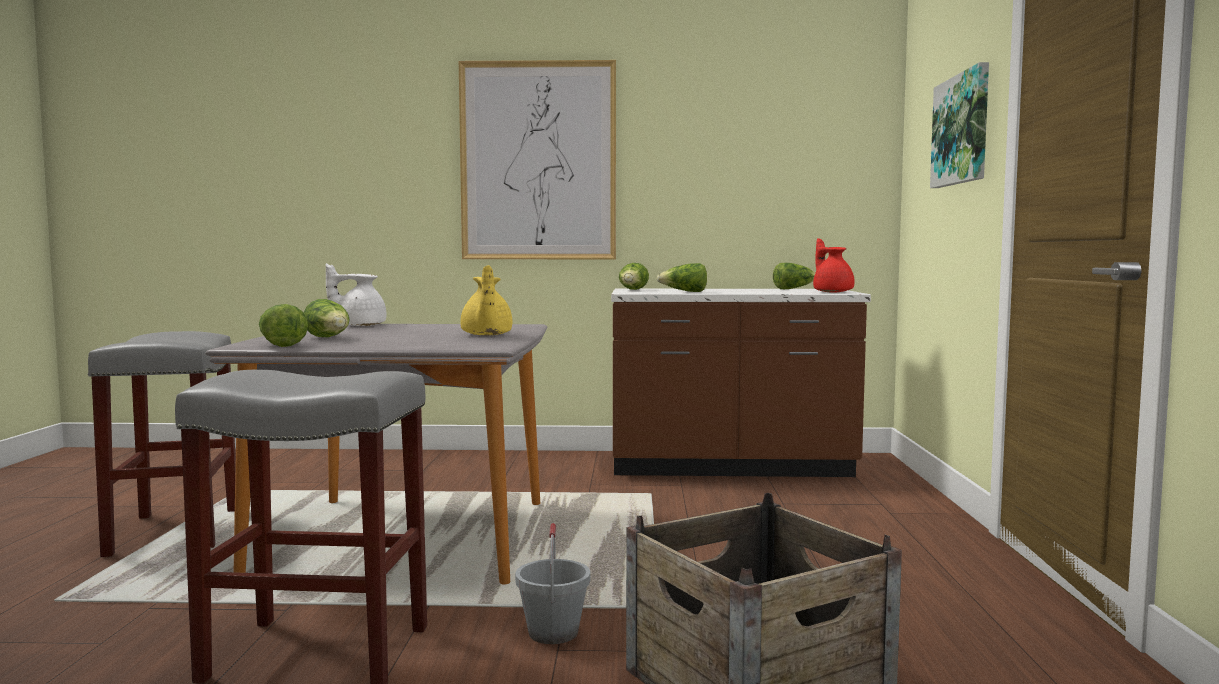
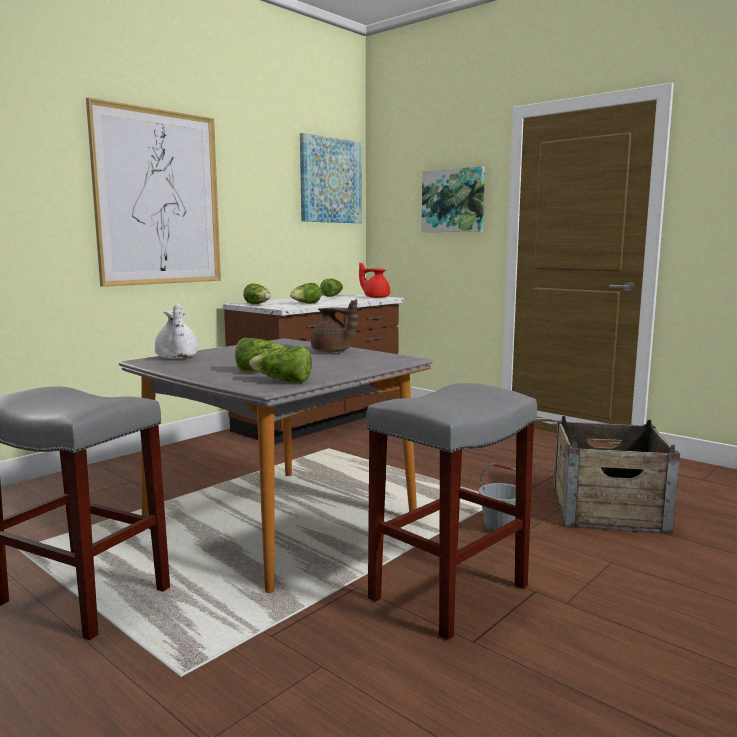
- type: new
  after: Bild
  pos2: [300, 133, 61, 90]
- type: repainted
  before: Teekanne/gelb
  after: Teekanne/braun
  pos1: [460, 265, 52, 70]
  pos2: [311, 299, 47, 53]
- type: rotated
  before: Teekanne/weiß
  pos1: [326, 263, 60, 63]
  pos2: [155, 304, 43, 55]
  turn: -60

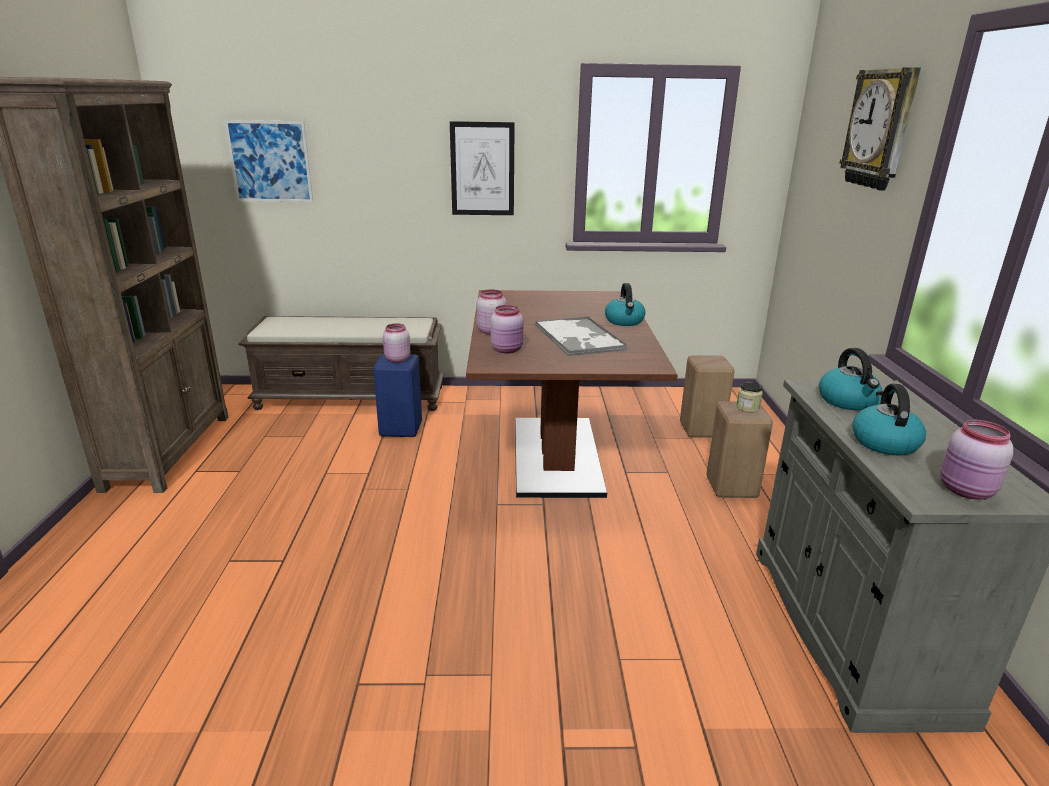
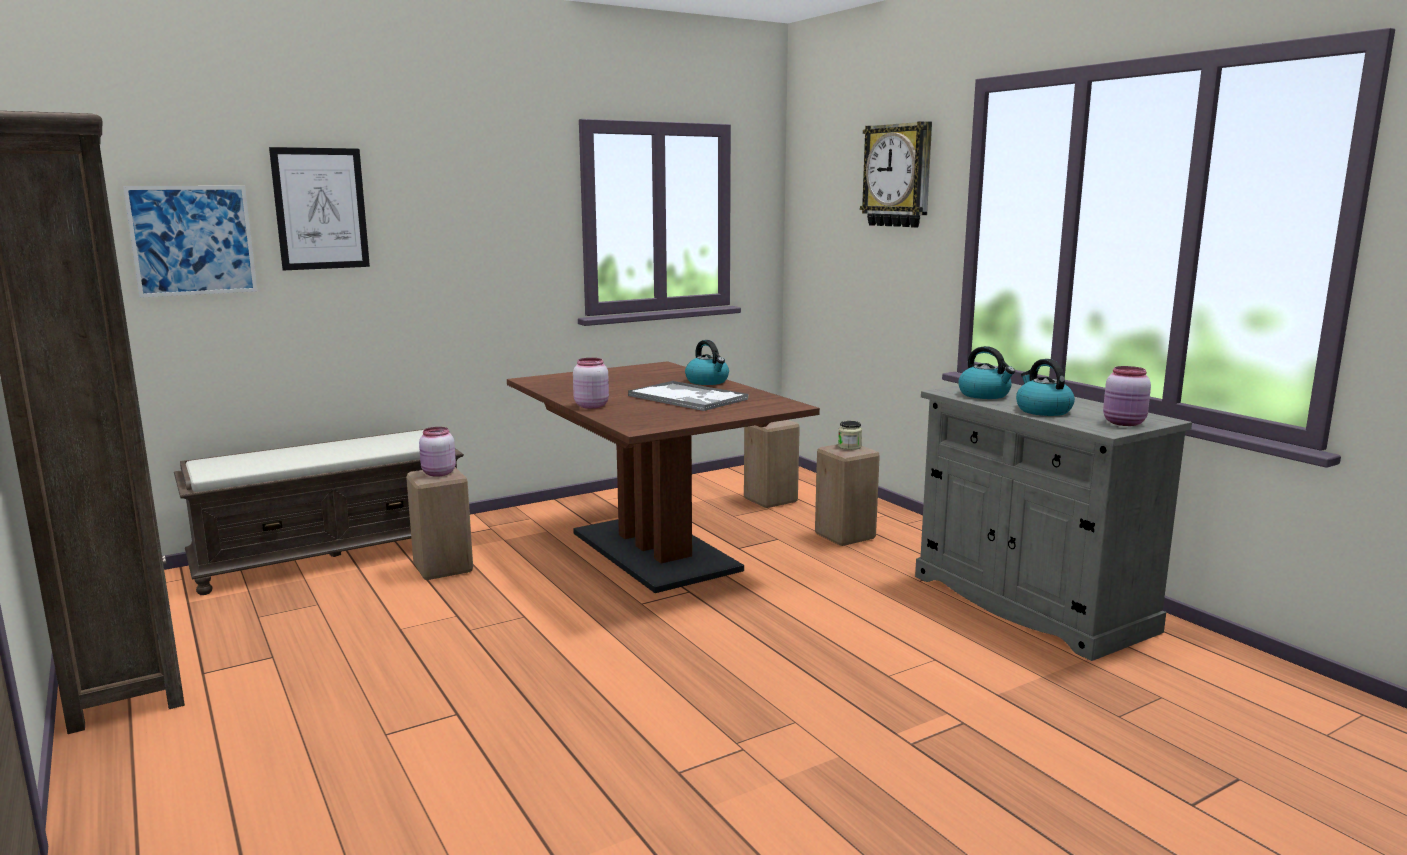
- type: gone
  before: Vorratsglas/rosa
  pos1: [491, 305, 32, 49]
- type: shifted
  before: Bild
  pos1: [450, 121, 65, 94]
  pos2: [269, 147, 101, 124]
- type: repainted
  before: Hocker/blau
  after: Hocker/beige
  pos1: [373, 354, 49, 83]
  pos2: [406, 467, 67, 113]

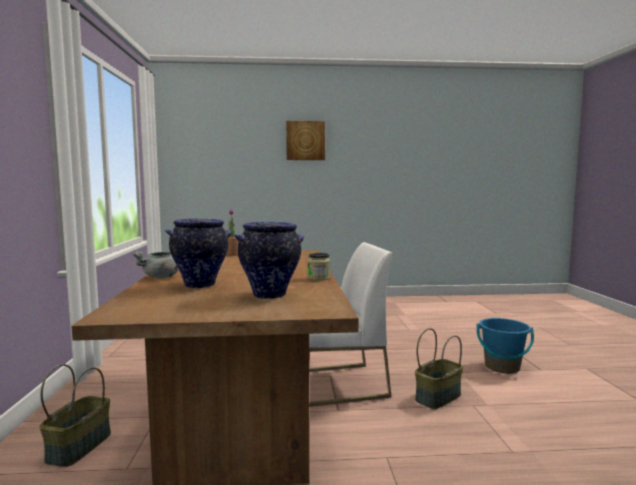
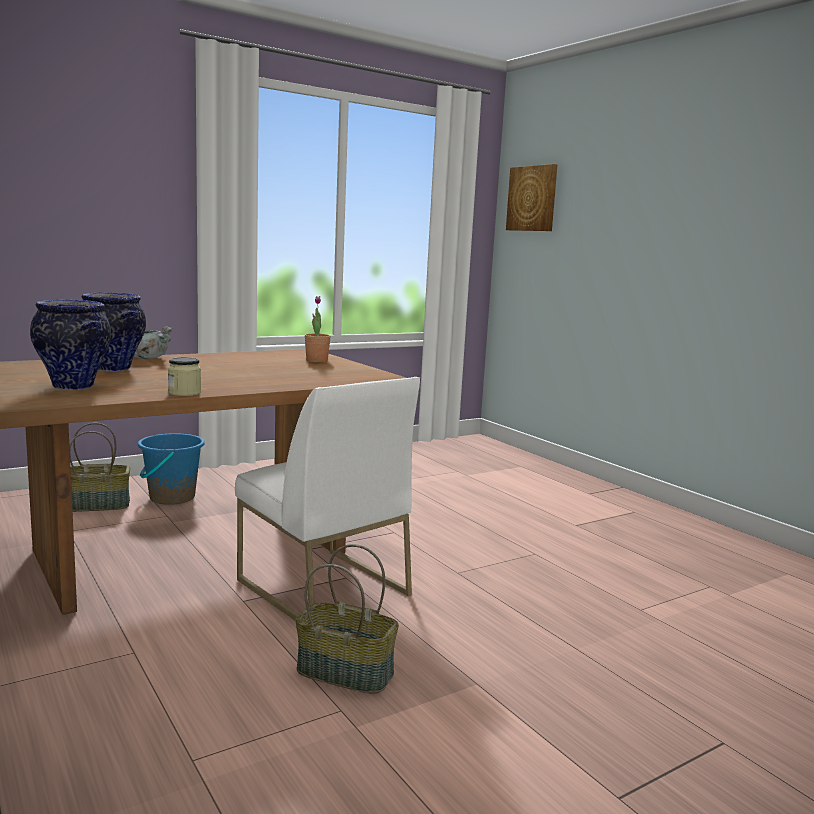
- type: shifted
  before: Bild
  pos1: [286, 121, 39, 39]
  pos2: [506, 164, 51, 67]
- type: shifted
  before: Eimer/blau
  pos1: [477, 318, 57, 56]
  pos2: [138, 433, 67, 72]

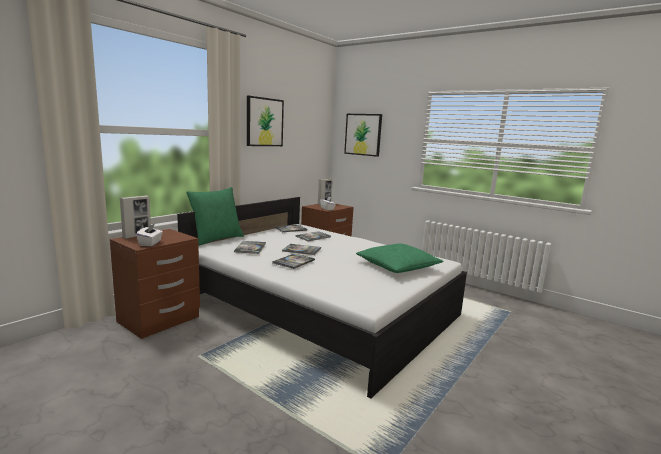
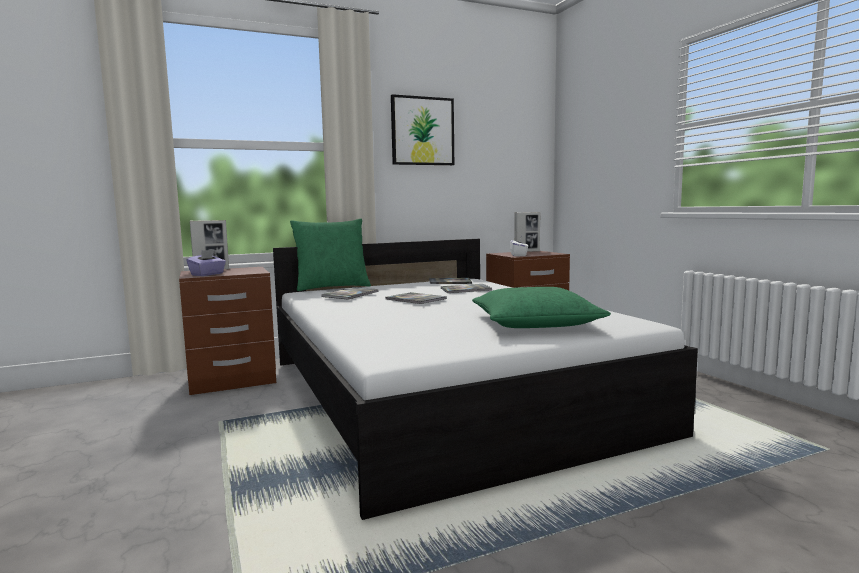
- type: gone
  before: Buch
  pos1: [272, 254, 43, 15]
- type: gone
  before: Bild
  pos1: [344, 114, 38, 43]
- type: repainted
  before: Taschentuchbox/weiß
  after: Taschentuchbox/lila
  pos1: [136, 224, 27, 22]
  pos2: [186, 250, 40, 26]

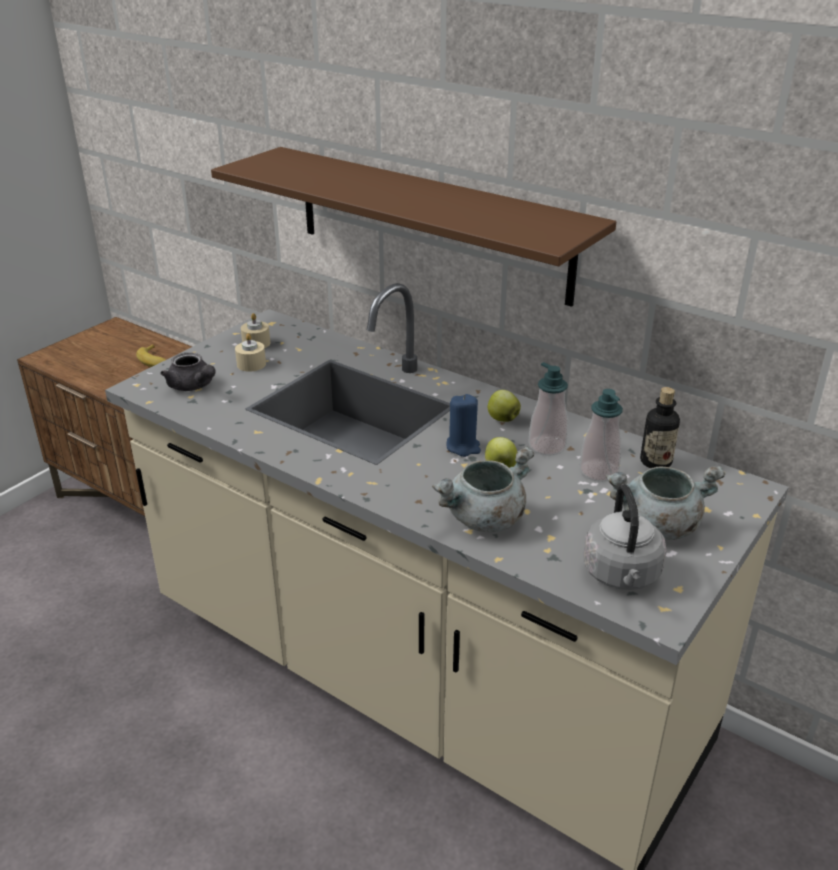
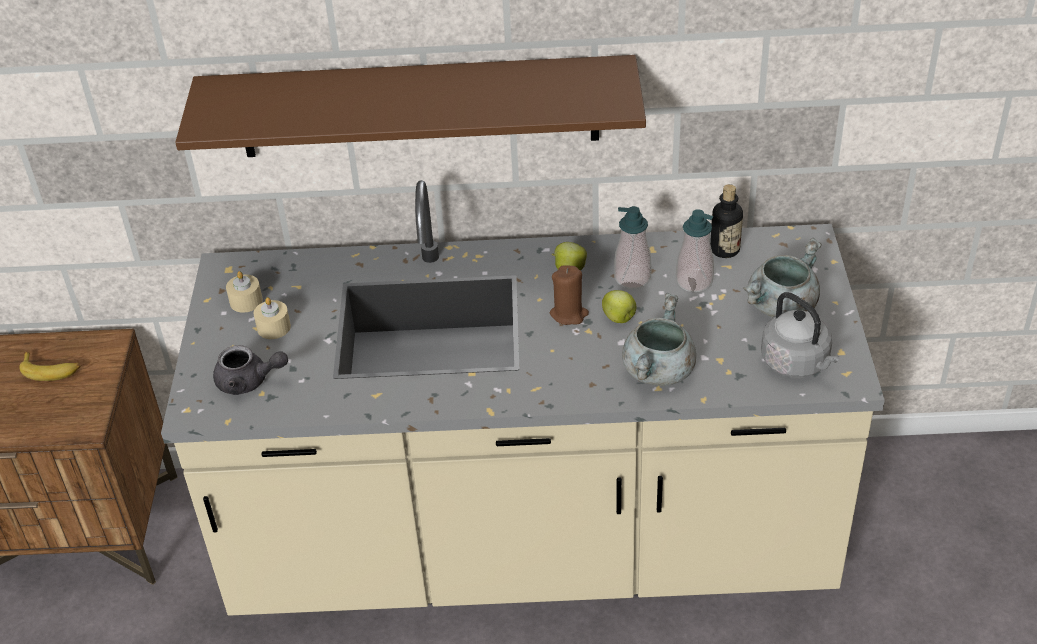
- type: repainted
  before: Kerze/blau
  after: Kerze/braun
  pos1: [446, 394, 35, 63]
  pos2: [550, 266, 39, 59]

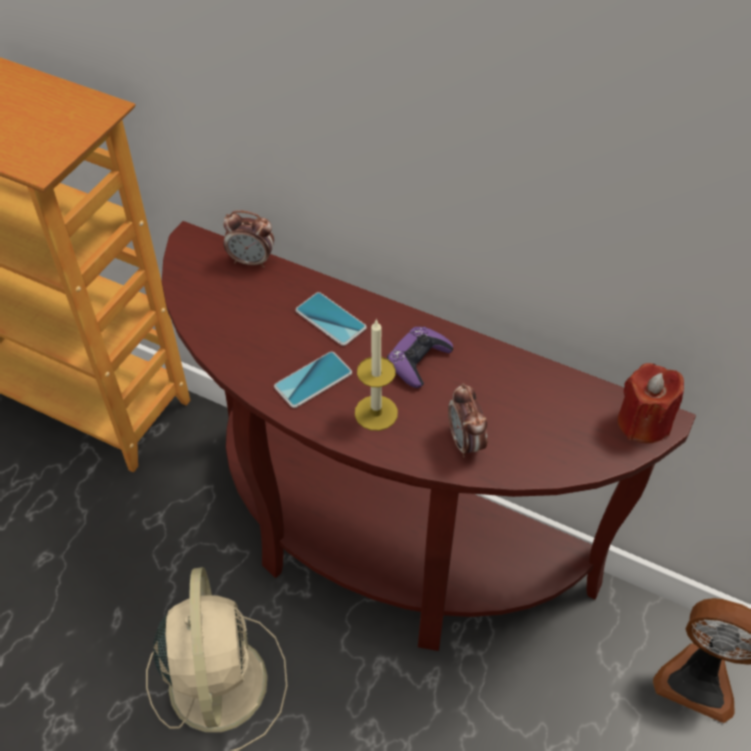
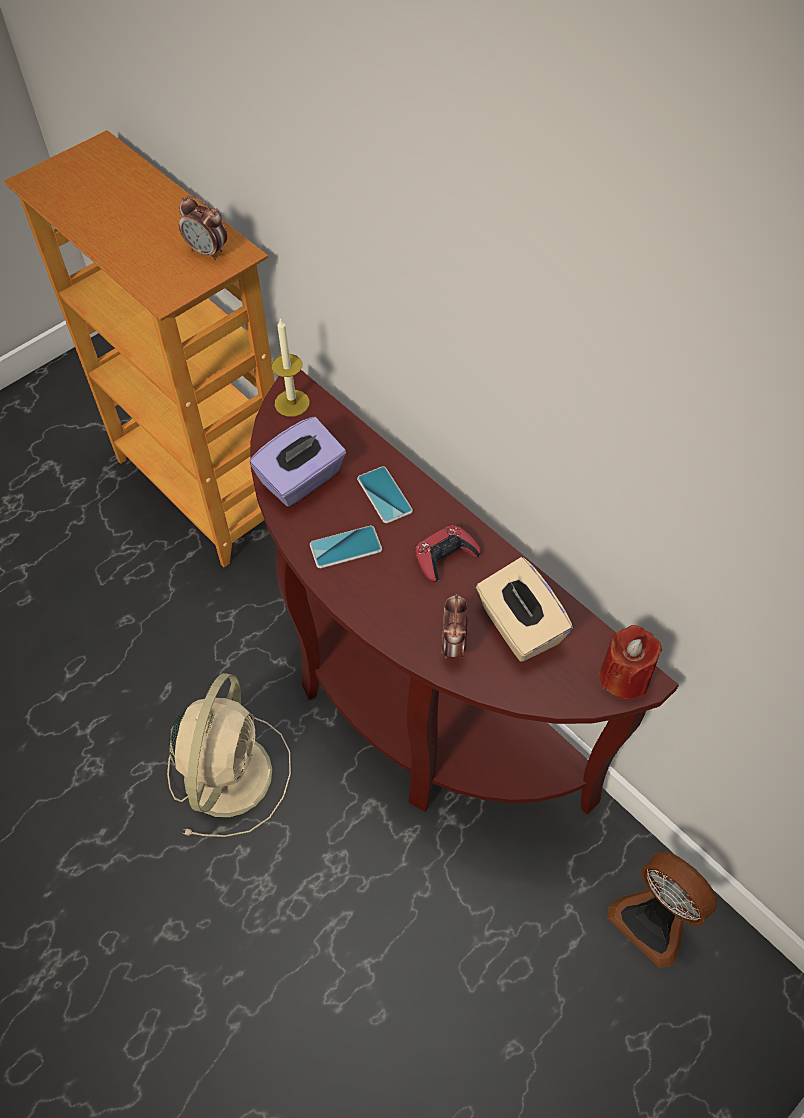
- type: new
  after: Taschentuchbox/lila
  pos2: [250, 417, 96, 90]
- type: new
  after: Taschentuchbox/beige
  pos2: [476, 557, 97, 105]
- type: shifted
  before: Wecker
  pos1: [223, 210, 51, 58]
  pos2: [179, 196, 48, 64]
- type: shifted
  before: Kerze
  pos1: [355, 319, 43, 112]
  pos2: [271, 318, 39, 99]
- type: repainted
  before: Gamepad/lila
  after: Gamepad/rot
  pos1: [387, 327, 66, 61]
  pos2: [415, 525, 66, 57]

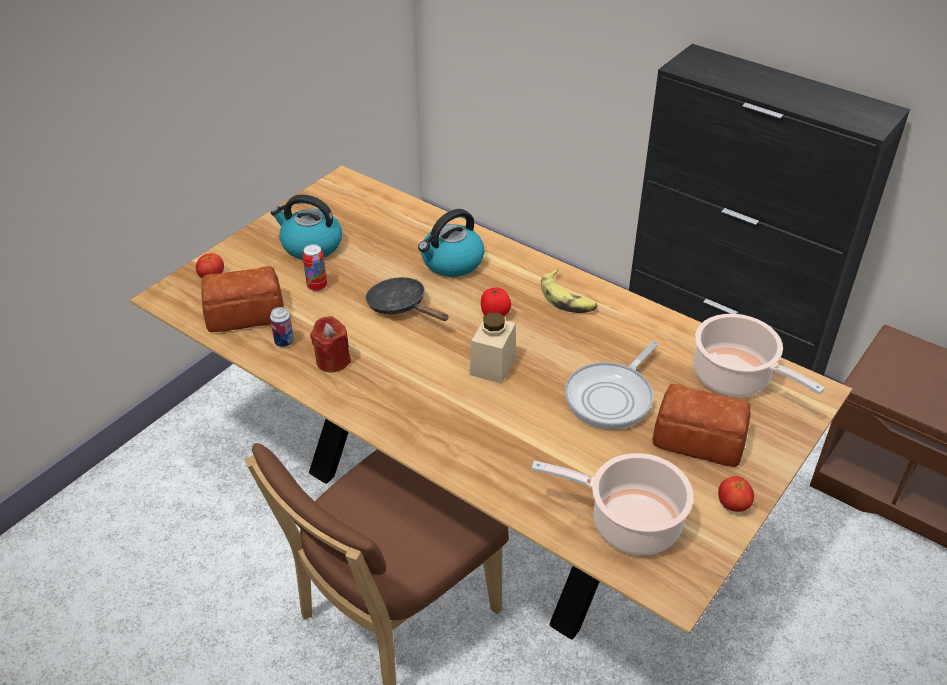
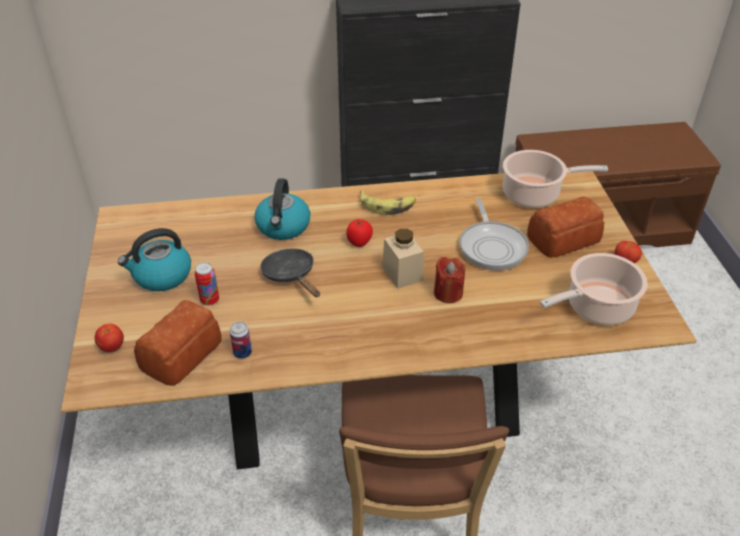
- type: shifted
  before: Kerze/rot
  pos1: [310, 316, 41, 57]
  pos2: [434, 257, 31, 46]
- type: rotated
  before: Pfanne/schwarz
  pos1: [366, 277, 83, 44]
  pos2: [260, 248, 60, 49]
  turn: 60

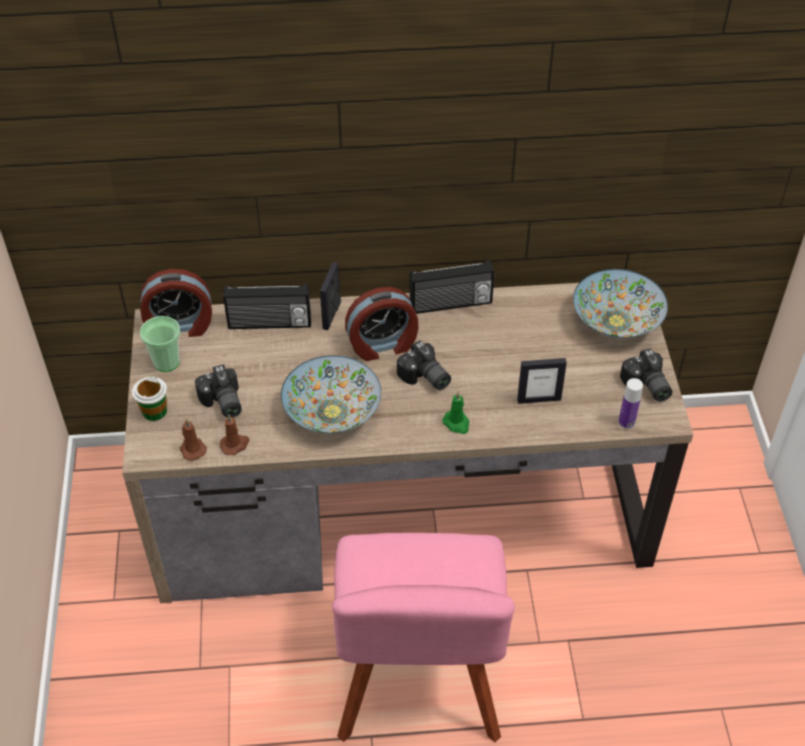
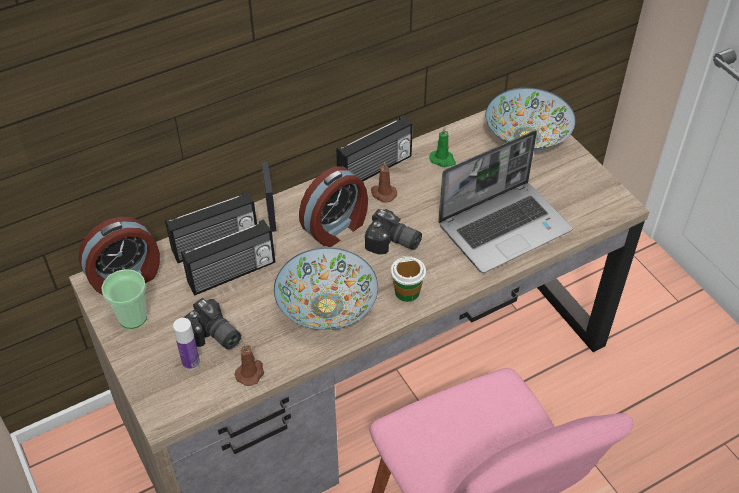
- type: gone
  before: Kamera
  pos1: [620, 349, 52, 53]
- type: new
  after: Radio
  pos2: [181, 219, 94, 77]
- type: shifted
  before: Tasse
  pos1: [132, 376, 35, 45]
  pos2: [391, 256, 35, 46]
- type: shifted
  before: Kerze/braun
  pos1: [180, 419, 27, 42]
  pos2: [371, 161, 26, 41]
- type: shifted
  before: Kerze/grün
  pos1: [442, 392, 27, 42]
  pos2: [429, 127, 27, 40]
- type: shifted
  before: Flasche
  pos1: [618, 378, 25, 51]
  pos2: [173, 318, 27, 52]
- type: swapped
  before: Bilderrahmen
  after: Laptop
  pos1: [517, 358, 50, 46]
  pos2: [438, 130, 135, 143]

